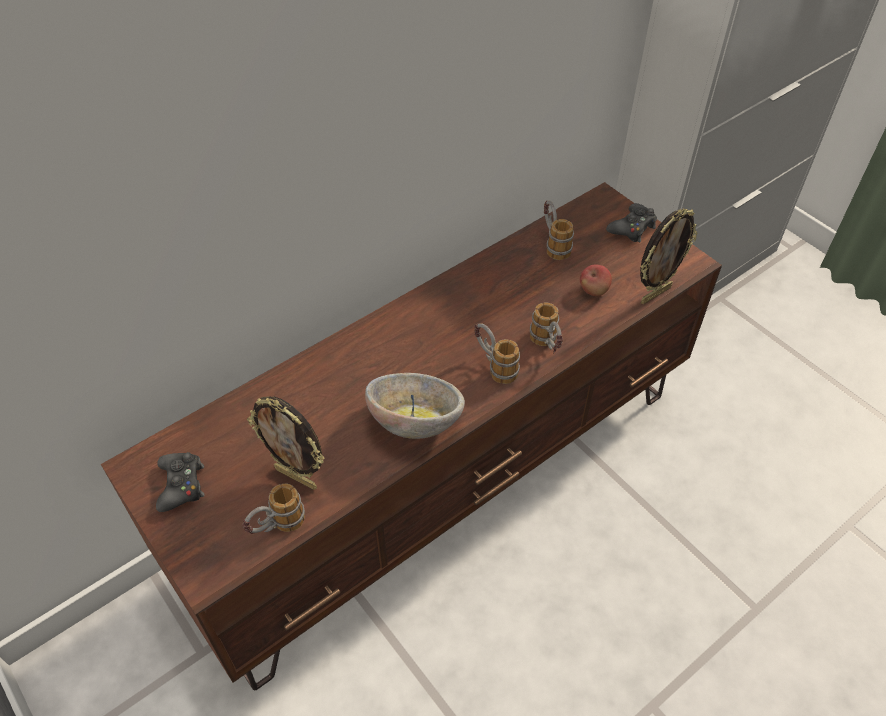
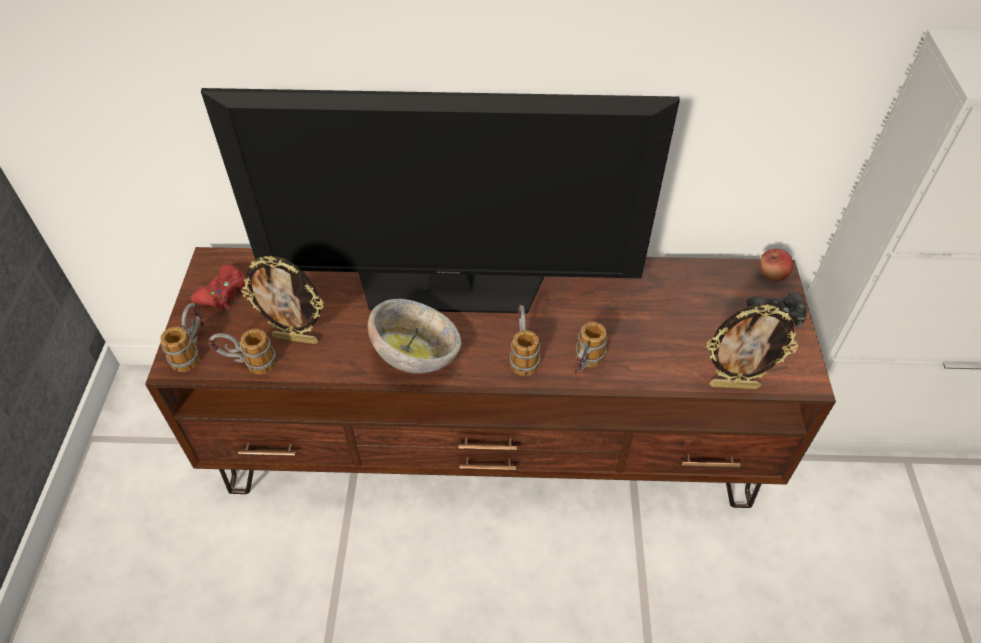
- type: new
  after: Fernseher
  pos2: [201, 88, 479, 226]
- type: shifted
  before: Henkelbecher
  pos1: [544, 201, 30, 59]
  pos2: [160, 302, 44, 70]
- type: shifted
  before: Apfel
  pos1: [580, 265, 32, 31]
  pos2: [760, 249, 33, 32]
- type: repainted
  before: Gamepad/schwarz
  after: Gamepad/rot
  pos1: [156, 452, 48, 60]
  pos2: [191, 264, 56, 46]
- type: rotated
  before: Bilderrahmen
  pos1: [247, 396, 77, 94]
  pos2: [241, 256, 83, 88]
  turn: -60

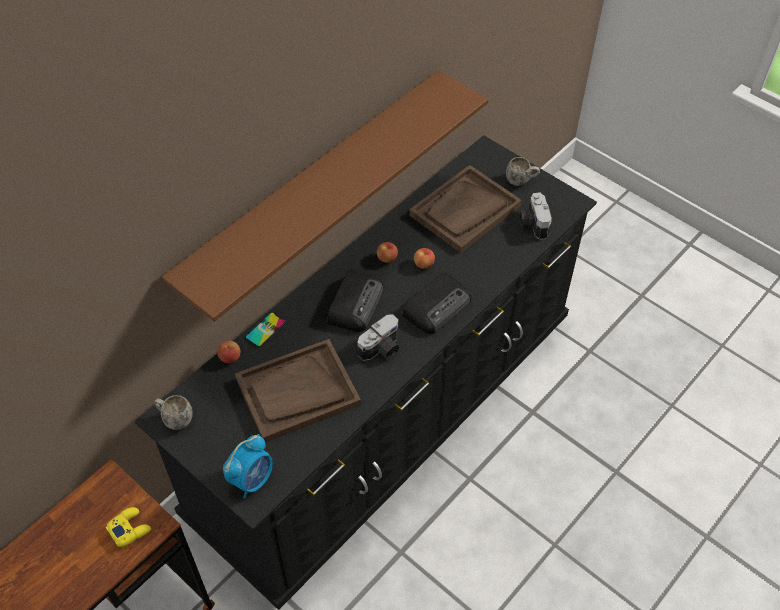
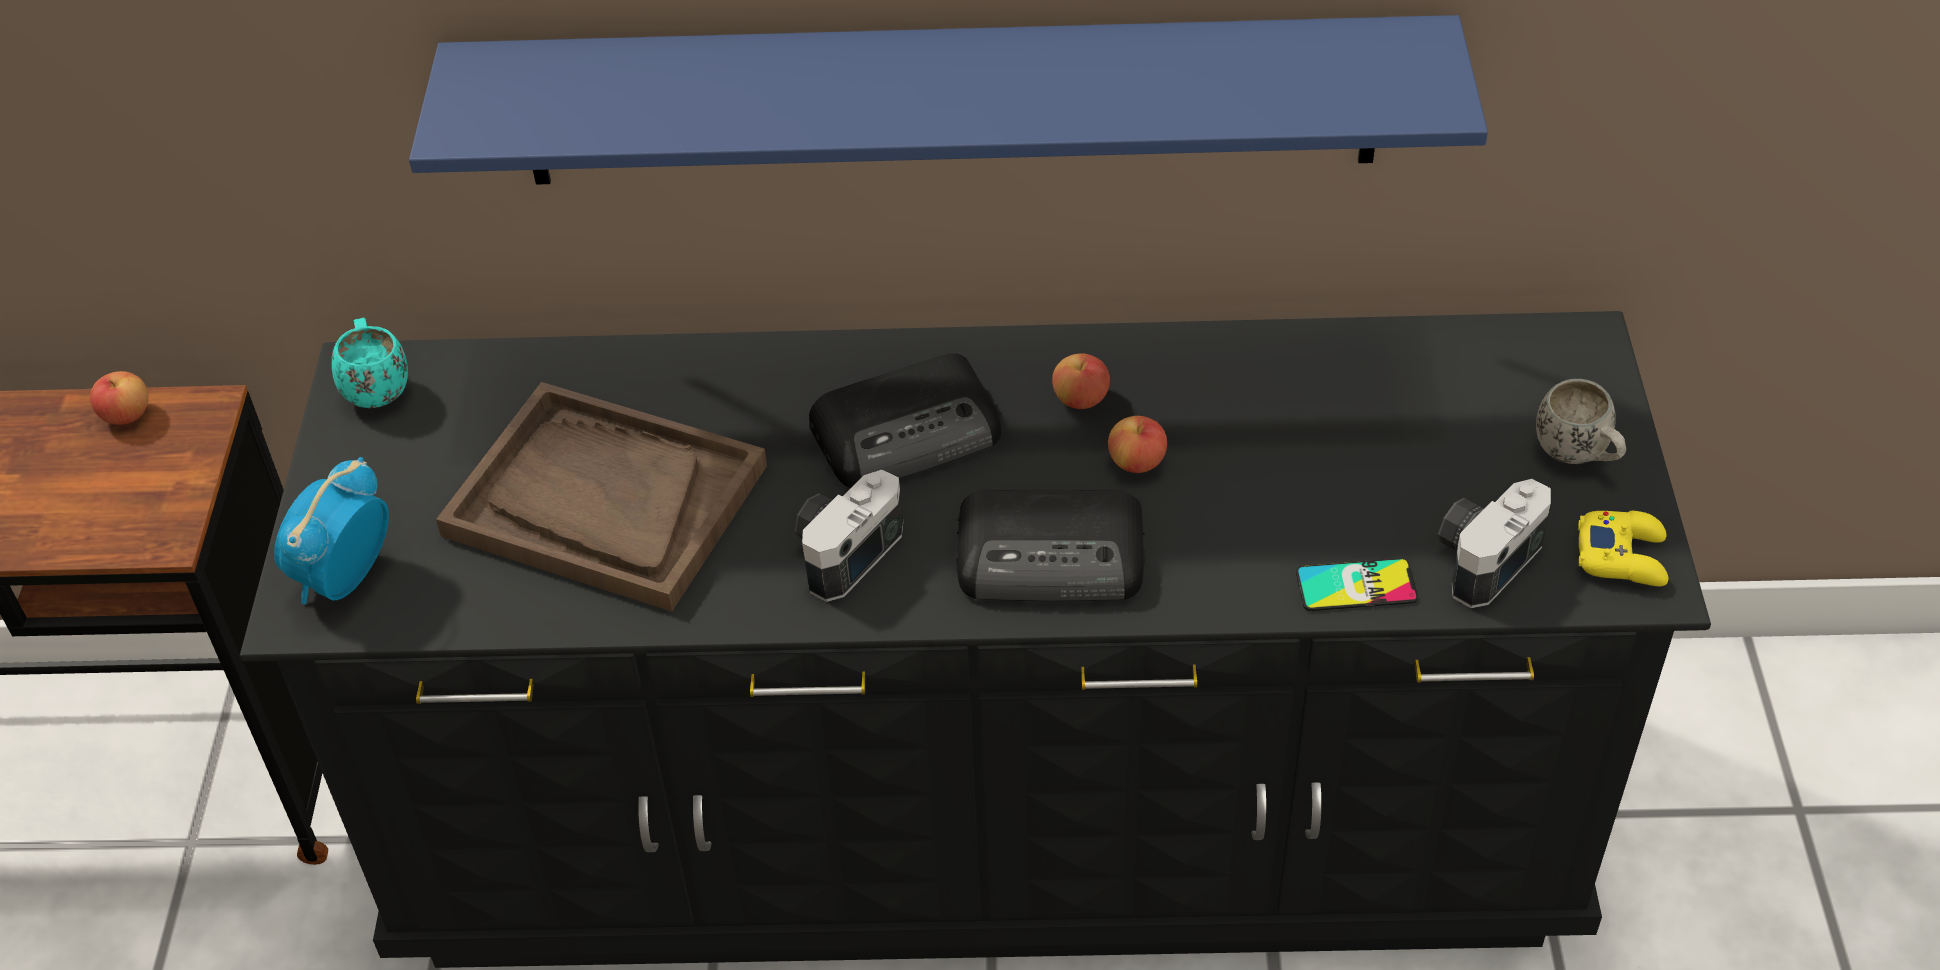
- type: gone
  before: Tablett/braun
  pos1: [409, 165, 113, 88]
- type: shifted
  before: Gamepad/gelb
  pos1: [106, 507, 45, 40]
  pos2: [1578, 511, 90, 75]
- type: shifted
  before: Apfel
  pos1: [217, 341, 23, 22]
  pos2: [90, 371, 59, 54]
- type: shifted
  before: Handy
  pos1: [245, 312, 41, 36]
  pos2: [1296, 558, 122, 53]
- type: repainted
  before: Henkelbecher/weiß
  after: Henkelbecher/türkis
  pos1: [154, 395, 39, 35]
  pos2: [331, 318, 77, 90]
- type: repainted
  before: Wandregal/braun
  after: Wandregal/blau
  pos1: [162, 70, 327, 252]
  pos2: [409, 15, 1079, 170]
- type: rotated
  before: Wecker
  pos1: [223, 434, 50, 65]
  pos2: [274, 457, 115, 147]
  turn: 120
- type: rotated
  before: Kamera
  pos1: [357, 314, 42, 47]
  pos2: [794, 470, 109, 132]
  turn: 120

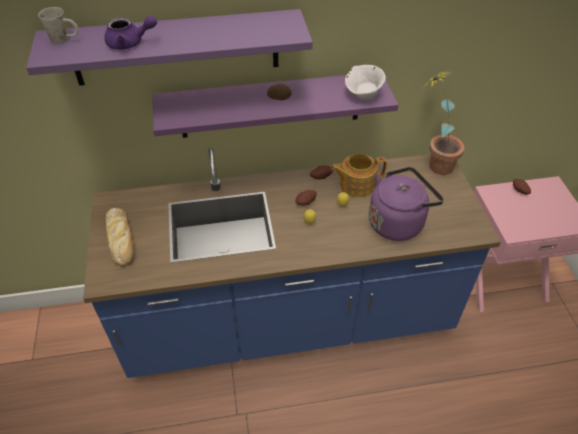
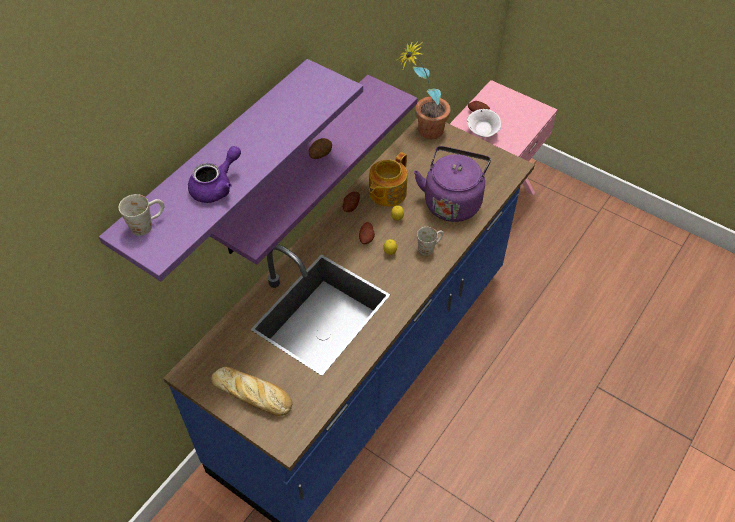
- type: new
  after: Henkelbecher/weiß
  pos2: [417, 227, 27, 28]
- type: shifted
  before: Schüssel/weiß
  pos1: [345, 65, 41, 34]
  pos2: [467, 109, 34, 28]

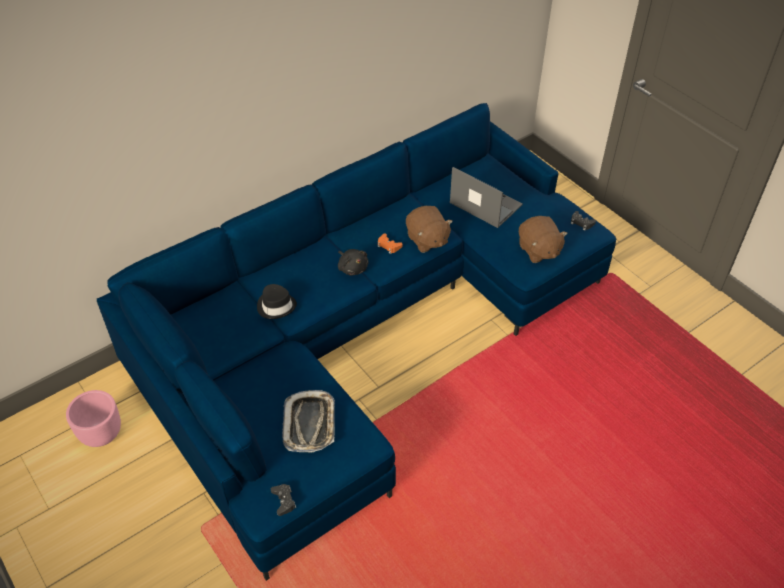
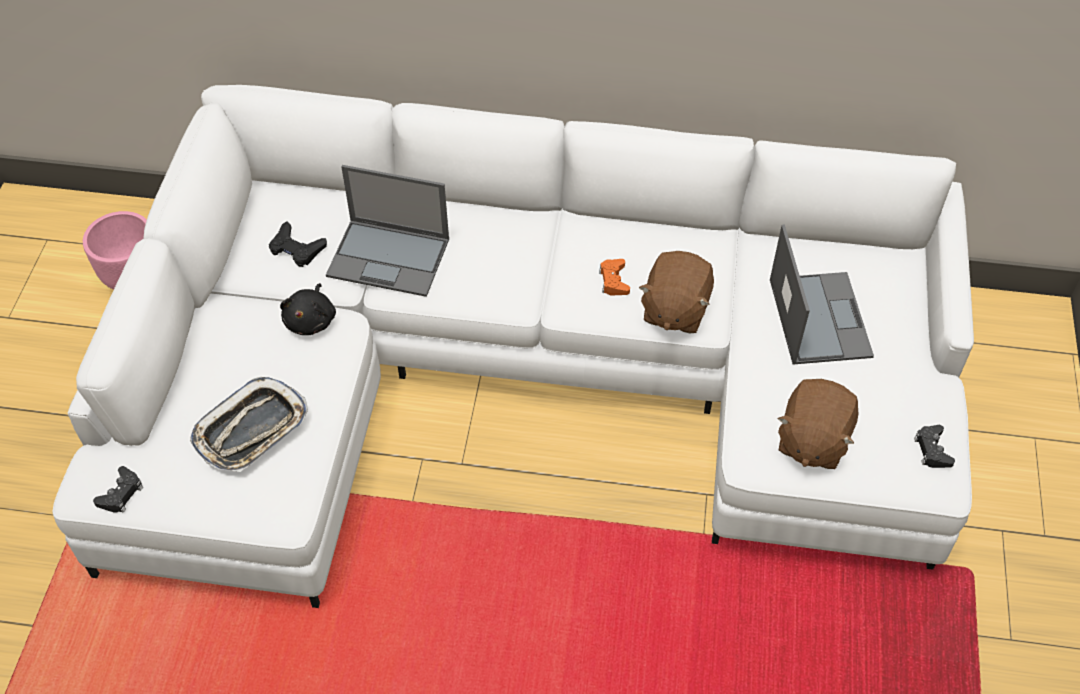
- type: new
  after: Gamepad/schwarz
  pos2: [269, 221, 58, 46]
- type: shifted
  before: Plüschtier/schwarz
  pos1: [338, 249, 30, 27]
  pos2: [280, 283, 56, 52]
- type: swapped
  before: Hut/schwarz
  after: Laptop
  pos1: [257, 284, 40, 35]
  pos2: [326, 165, 123, 132]
- type: repainted
  before: Sofa/blau
  after: Sofa/weiß
  pos1: [97, 103, 519, 478]
  pos2: [52, 85, 922, 523]

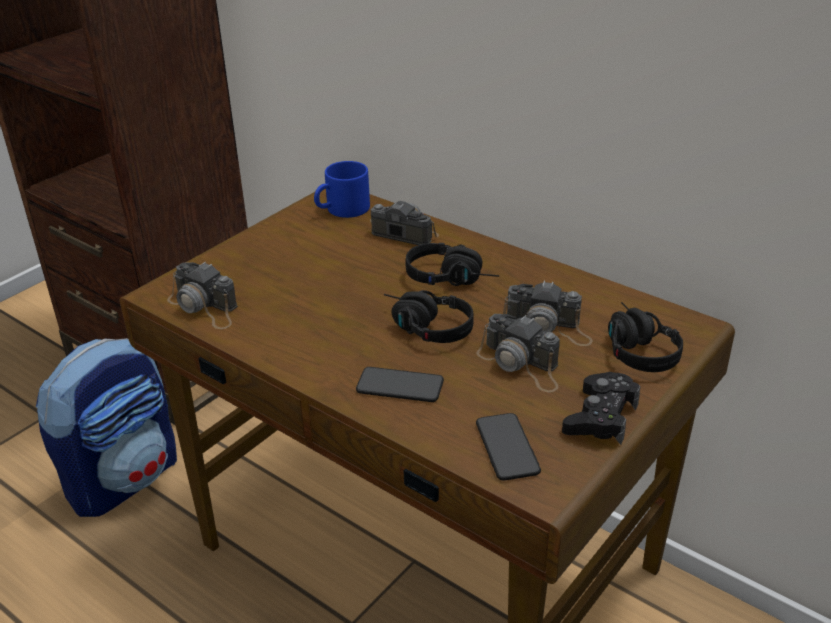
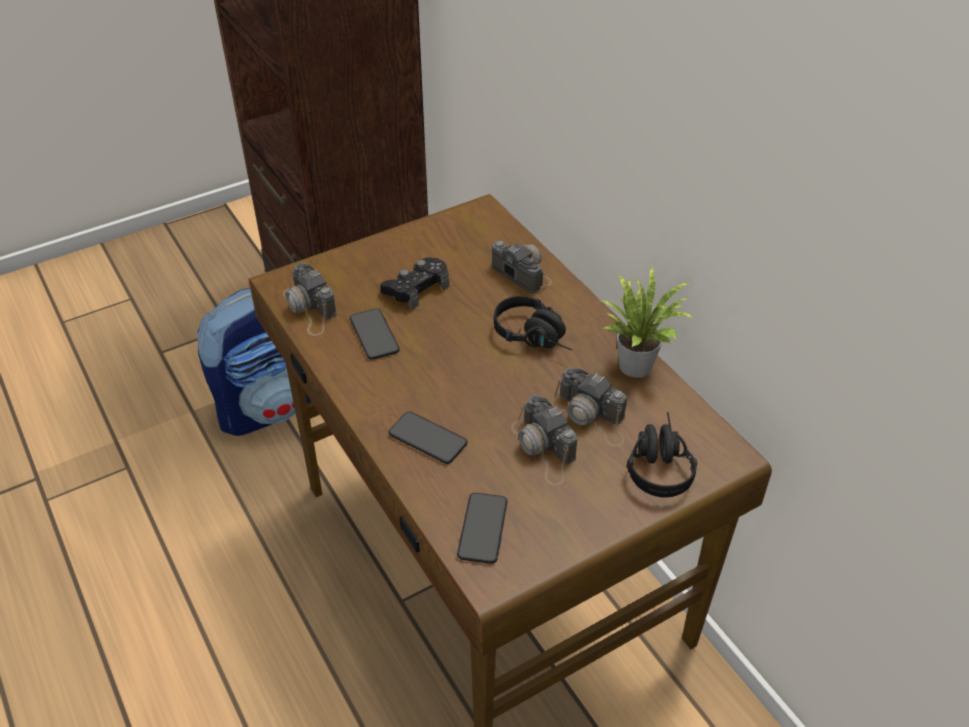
- type: gone
  before: Henkelbecher/blau
  pos1: [314, 161, 56, 57]
- type: gone
  before: Kopfhörer/schwarz
  pos1: [384, 290, 90, 53]
- type: new
  after: Handy
  pos2: [350, 309, 50, 51]
- type: new
  after: Topfpflanze
  pos2: [601, 266, 94, 111]
- type: shifted
  before: Gamepad/schwarz
  pos1: [562, 372, 79, 73]
  pos2: [380, 257, 69, 52]

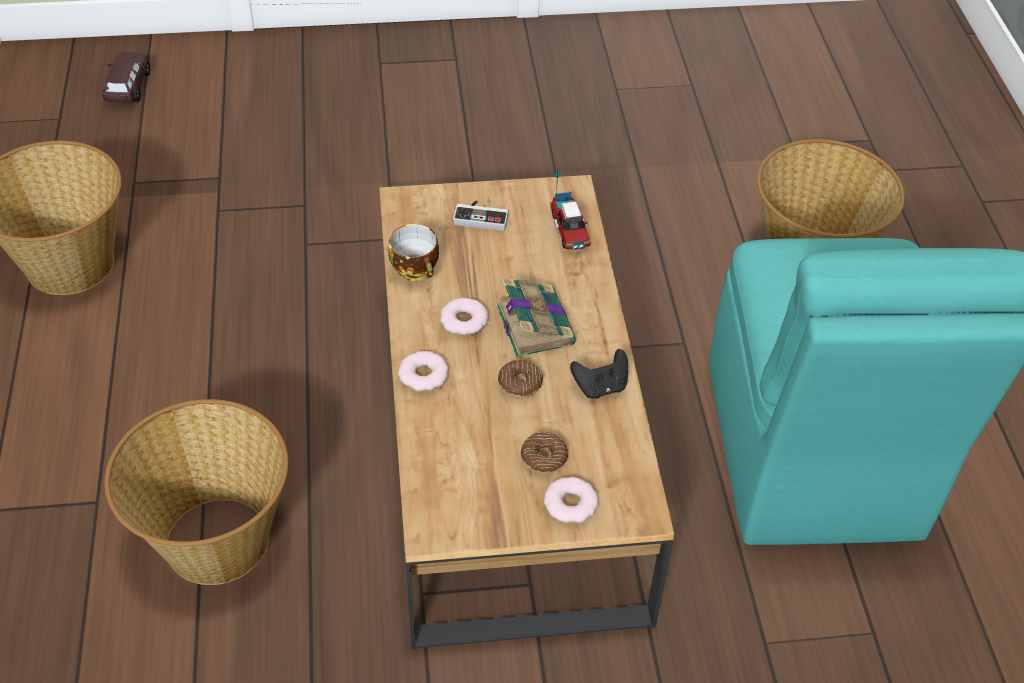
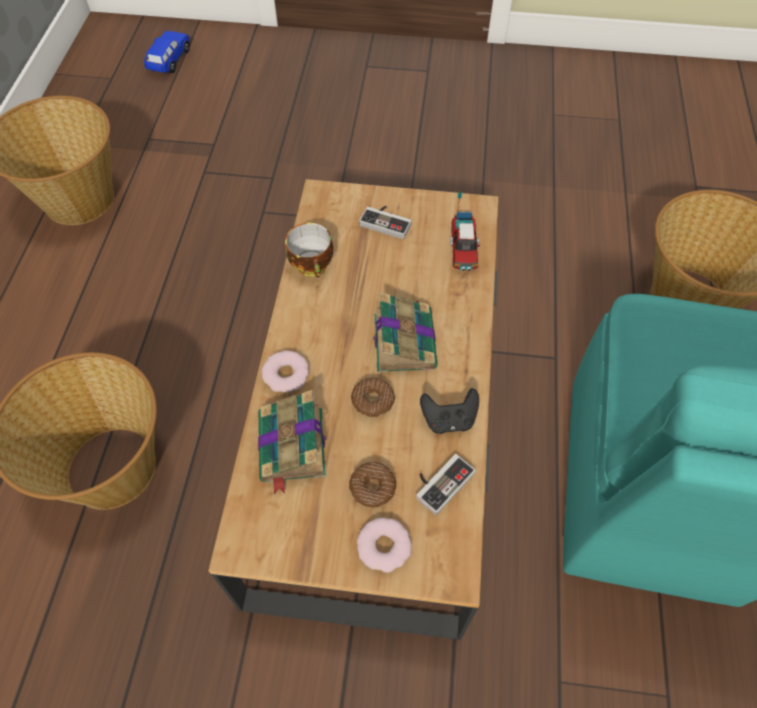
- type: gone
  before: Donut
  pos1: [440, 298, 48, 38]
- type: new
  after: Buch
  pos2: [258, 390, 69, 105]
- type: new
  after: Gamepad
  pos2: [416, 454, 60, 61]
- type: repainted
  before: Spielzeugauto/braun
  after: Spielzeugauto/blau
  pos1: [102, 52, 48, 50]
  pos2: [144, 31, 46, 42]

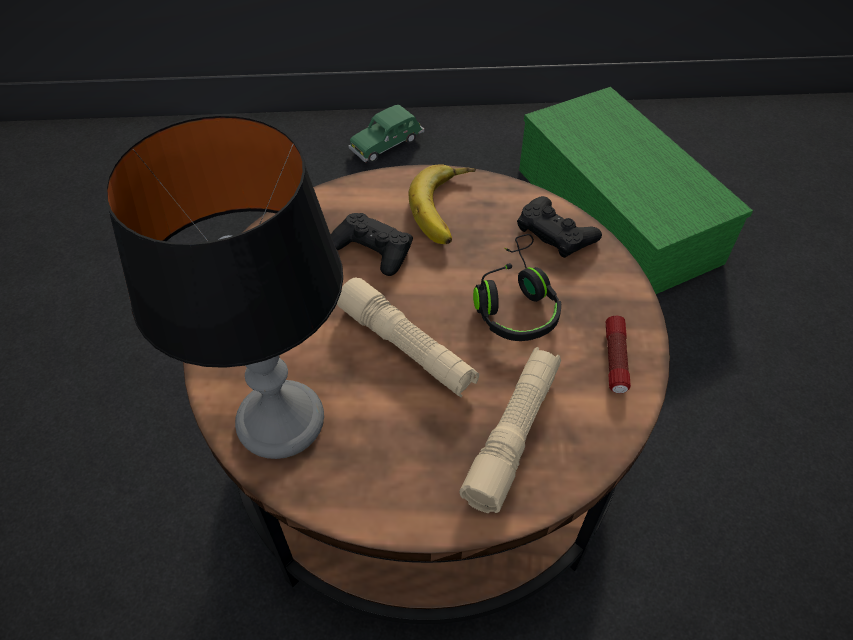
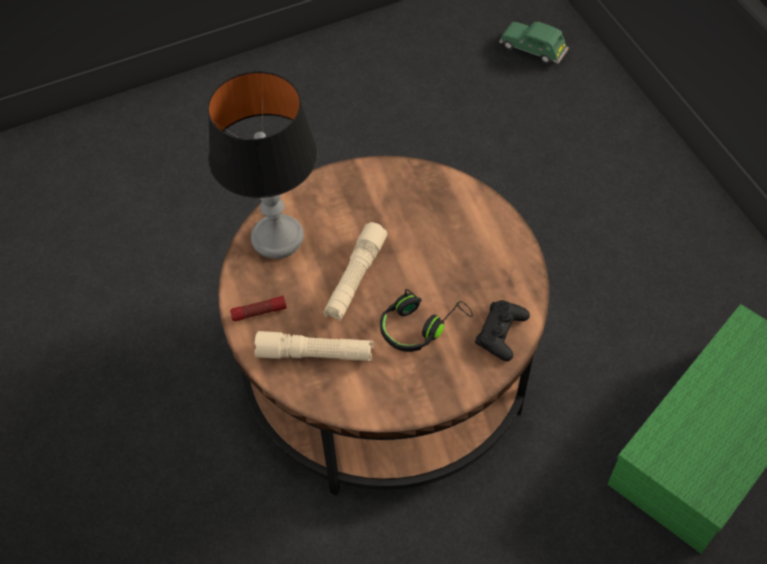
- type: gone
  before: Gamepad/schwarz
  pos1: [331, 213, 82, 63]
- type: gone
  before: Banane
  pos1: [408, 164, 68, 80]
- type: shifted
  before: Spielzeugauto/grün
  pos1: [348, 105, 76, 58]
  pos2: [499, 22, 70, 42]
- type: shifted
  before: Taschenlampe
  pos1: [606, 316, 25, 77]
  pos2: [230, 296, 57, 26]

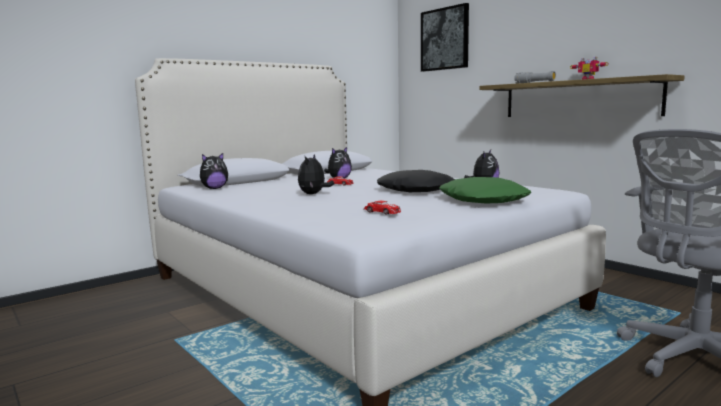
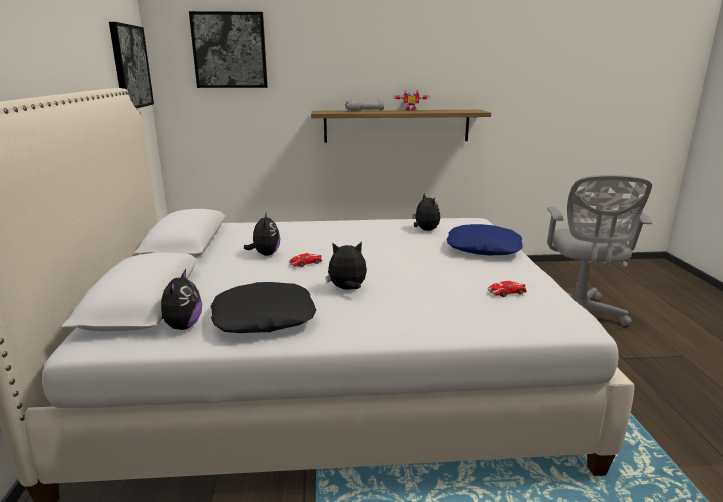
- type: new
  after: Bild
  pos2: [109, 22, 45, 86]
- type: shifted
  before: Kissen/schwarz
  pos1: [377, 170, 78, 22]
  pos2: [210, 282, 106, 51]
- type: repainted
  before: Kissen/grün
  after: Kissen/blau
  pos1: [439, 177, 92, 27]
  pos2: [447, 224, 76, 31]
- type: rotated
  before: Plüschtier
  pos1: [298, 154, 36, 40]
  pos2: [325, 242, 42, 48]
  turn: 120

